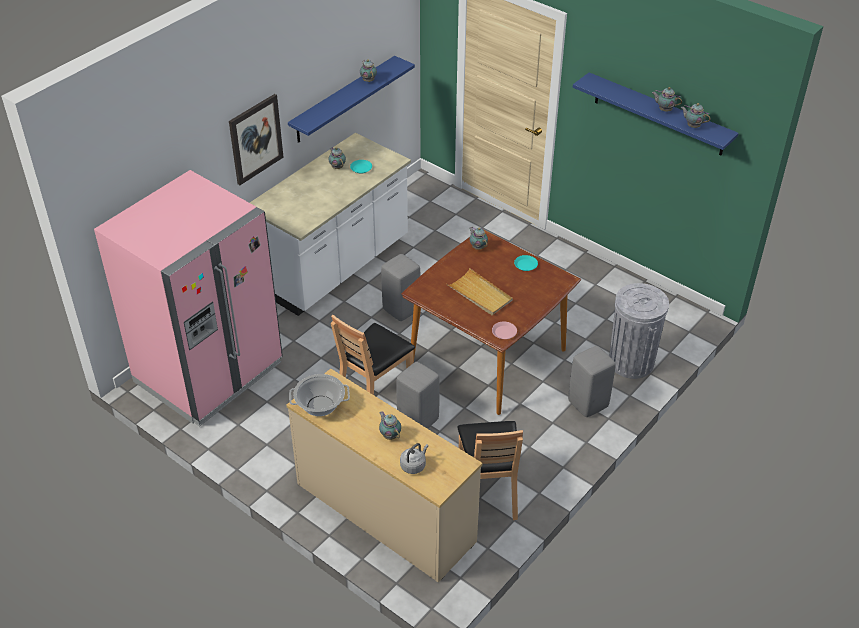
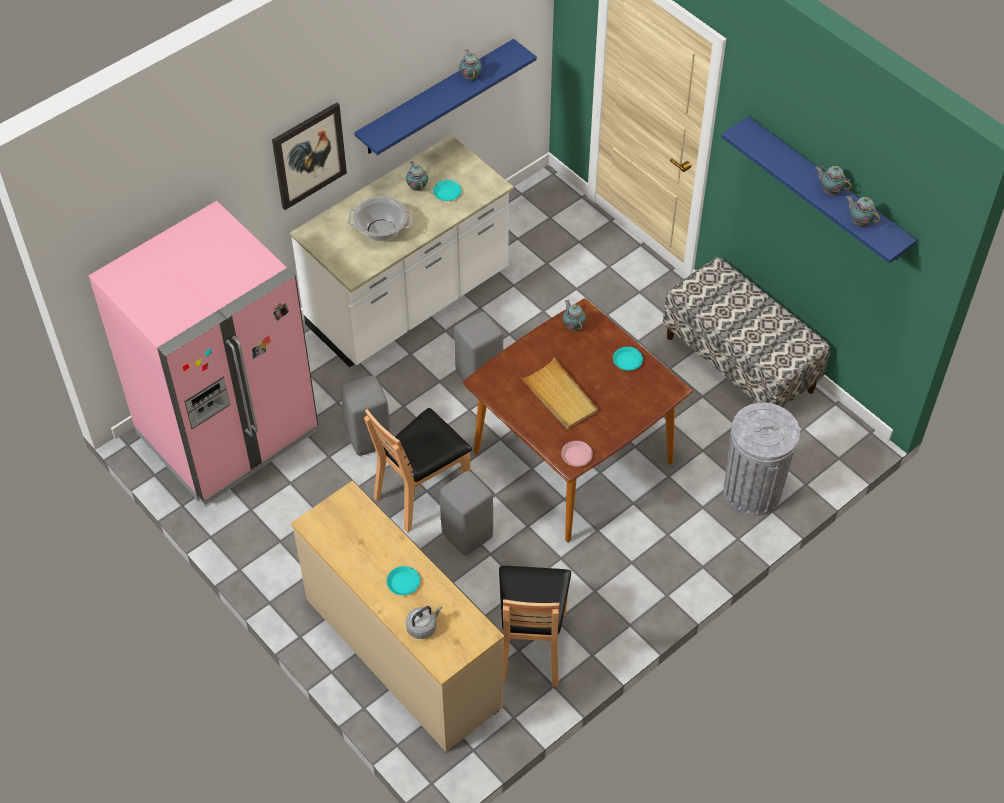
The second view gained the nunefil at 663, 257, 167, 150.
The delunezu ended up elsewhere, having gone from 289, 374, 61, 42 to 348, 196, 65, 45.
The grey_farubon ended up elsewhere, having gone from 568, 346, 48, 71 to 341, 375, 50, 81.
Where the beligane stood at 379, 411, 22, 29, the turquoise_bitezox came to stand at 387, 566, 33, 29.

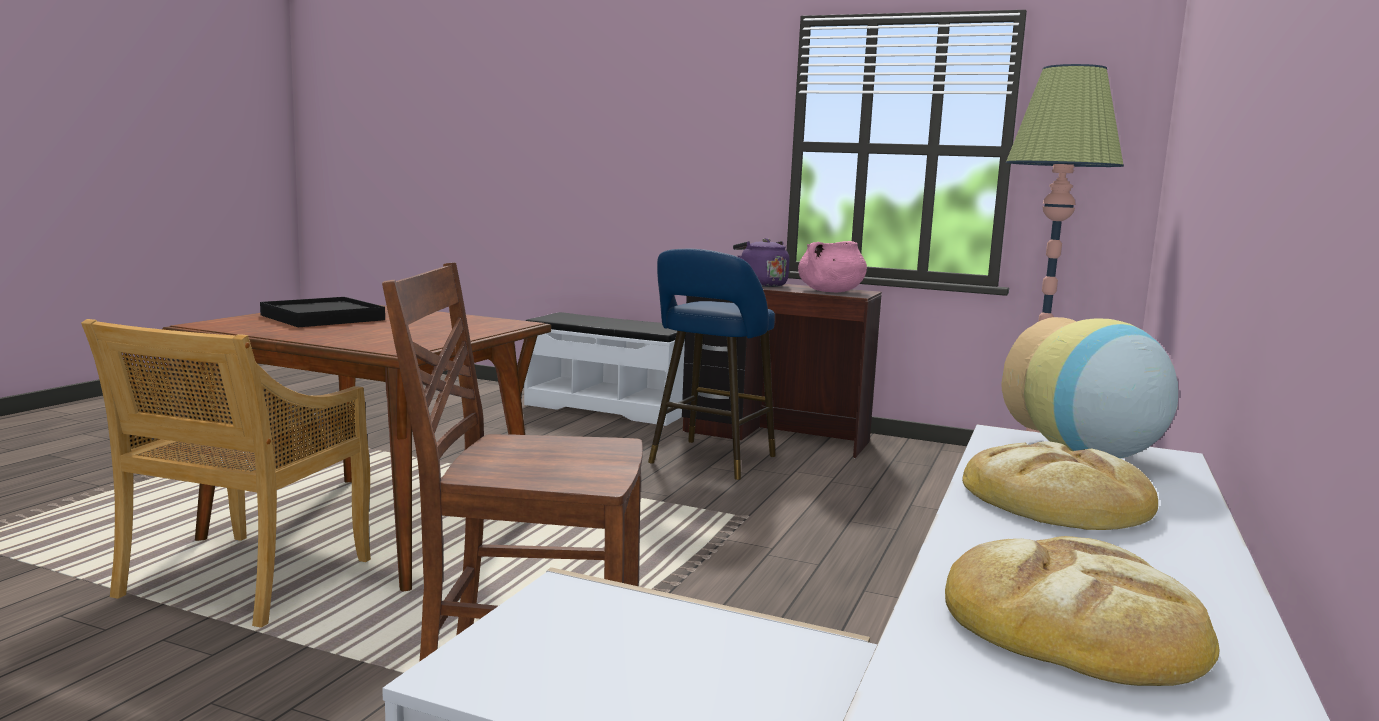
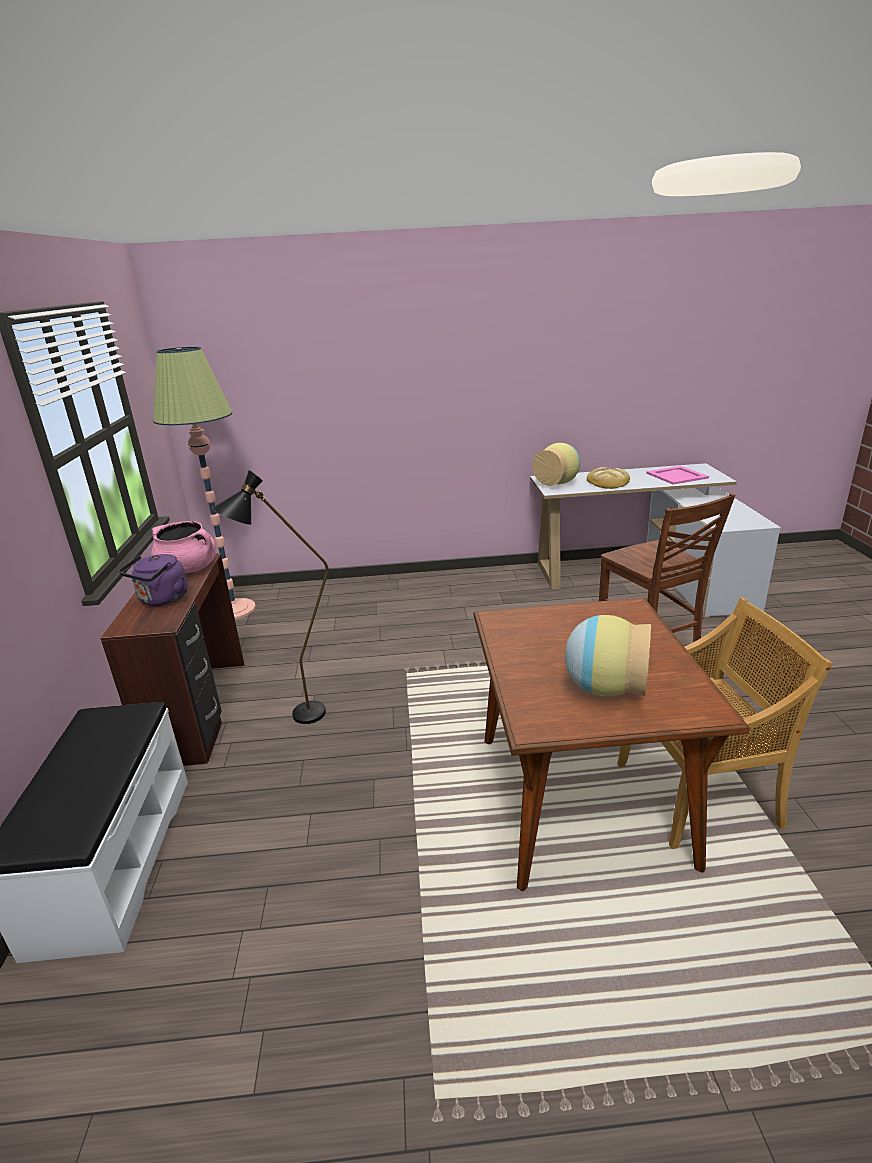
Where the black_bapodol stood at 260, 297, 125, 30, the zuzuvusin came to stand at 565, 615, 86, 82.
Where the blue_farubon stood at 648, 249, 128, 231, the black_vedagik came to stand at 212, 470, 117, 254.
Where the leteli stood at 945, 536, 275, 150, the pink_bapodol came to stand at 646, 466, 63, 19.

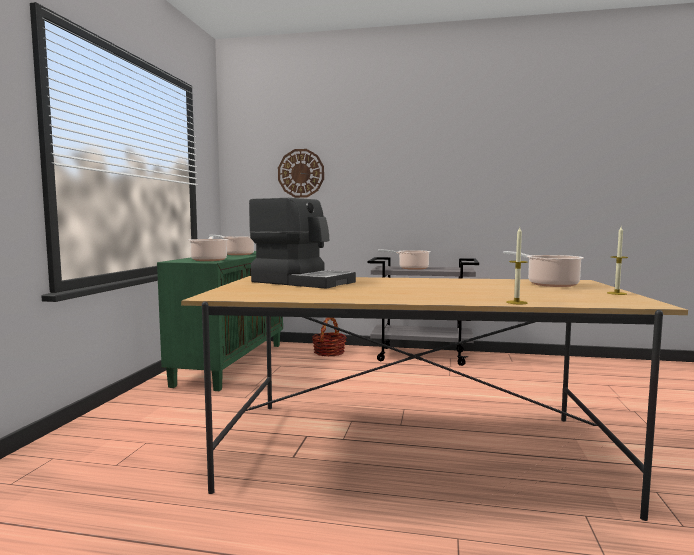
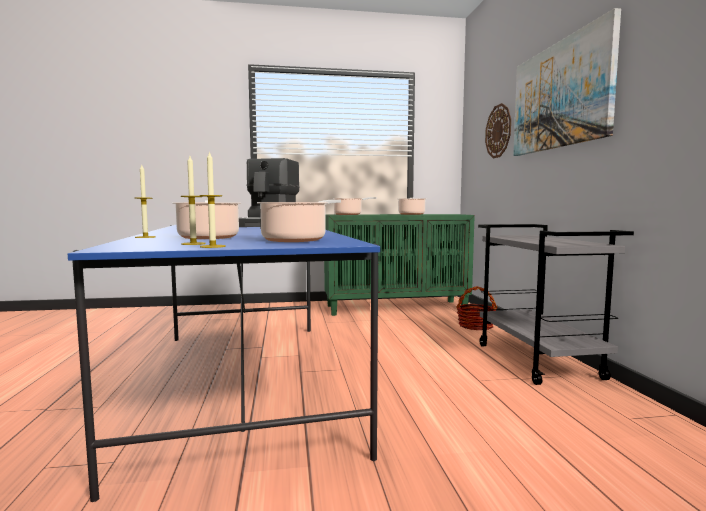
The second view gained the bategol at 181, 156, 25, 89.
The second view gained the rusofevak at 513, 8, 108, 148.
The delunezu ended up elsewhere, having gone from 378, 250, 53, 20 to 172, 200, 69, 39.
What was the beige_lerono at 181, 276, 507, 245 turned into the blue_lerono at 68, 225, 312, 277.

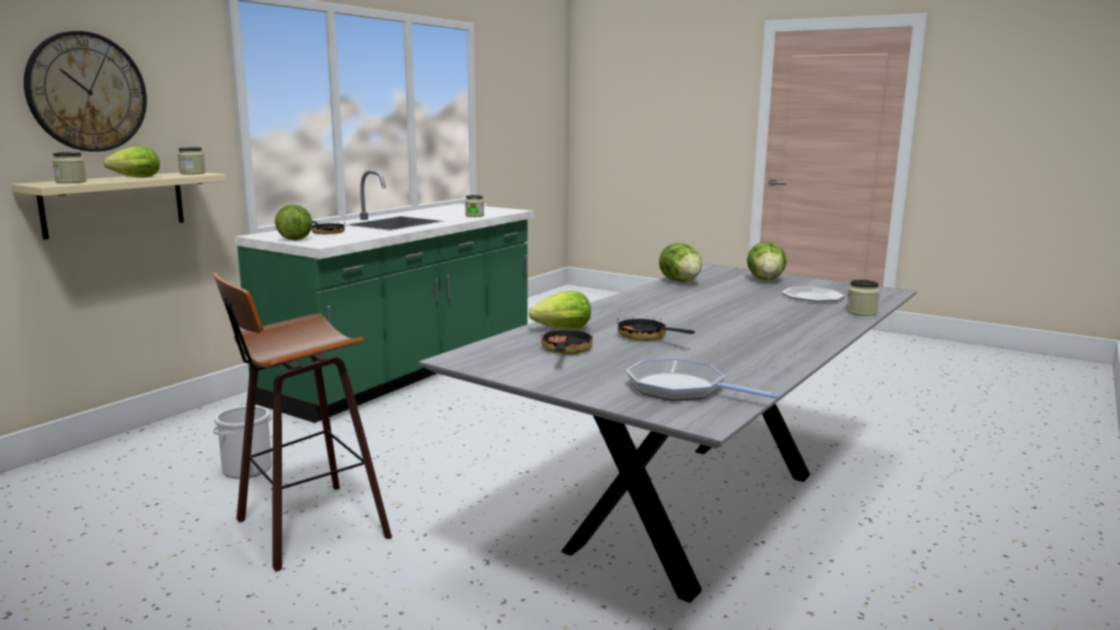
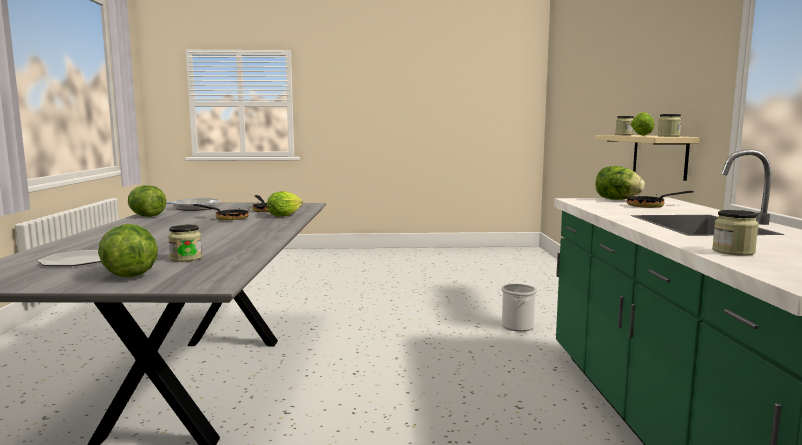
The second view lost the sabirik at 24, 31, 123, 121.
The second view lost the farubon at 213, 272, 179, 300.
The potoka ended up elsewhere, having gone from 659, 243, 43, 39 to 128, 185, 38, 32.
The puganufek ended up elsewhere, having gone from 846, 279, 34, 37 to 168, 225, 34, 37.

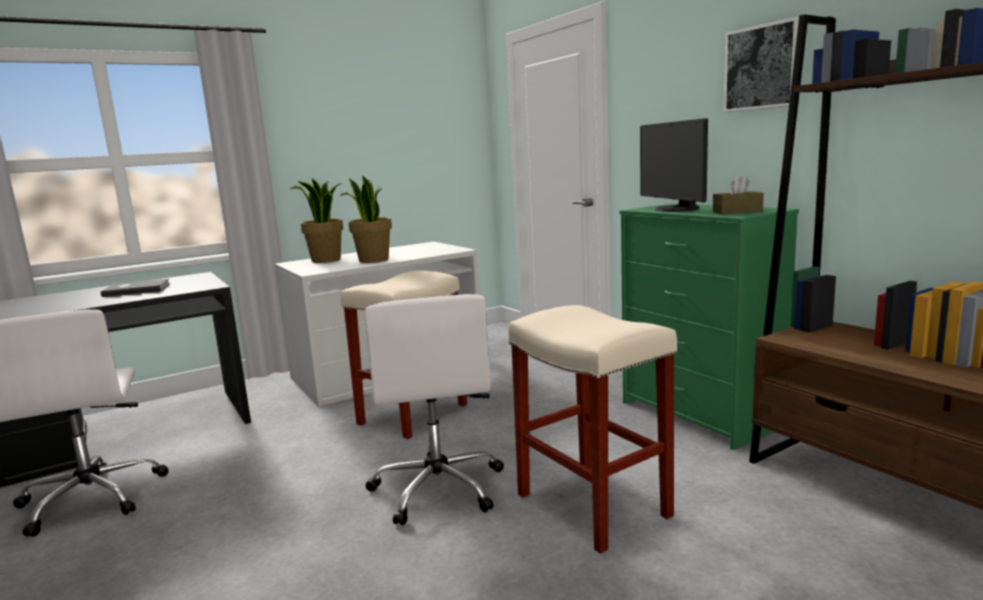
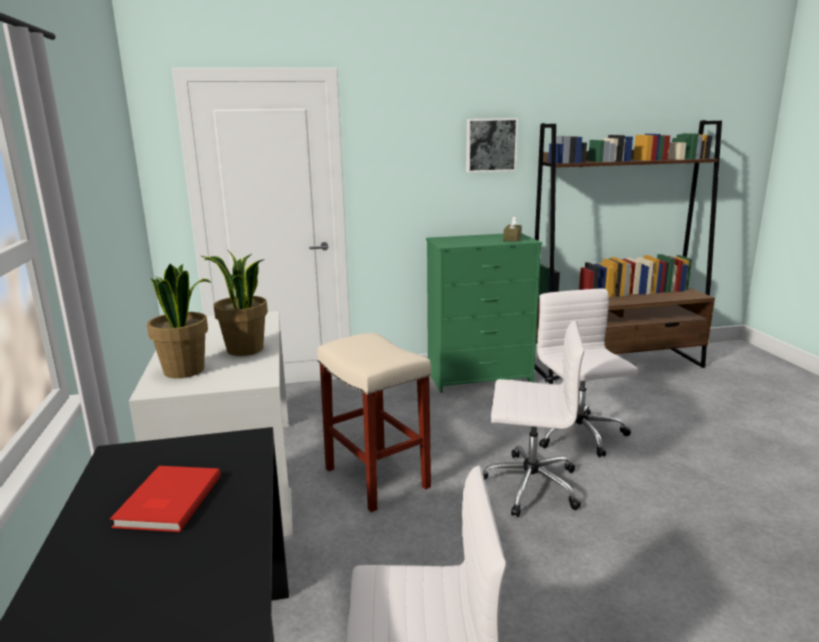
The second view lost the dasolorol at 640, 118, 68, 94.
Where the beige_farubon stood at 508, 305, 169, 249, the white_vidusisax came to stand at 537, 289, 101, 168.
What was the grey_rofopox at 101, 279, 69, 18 turned into the red_rofopox at 110, 466, 111, 66.

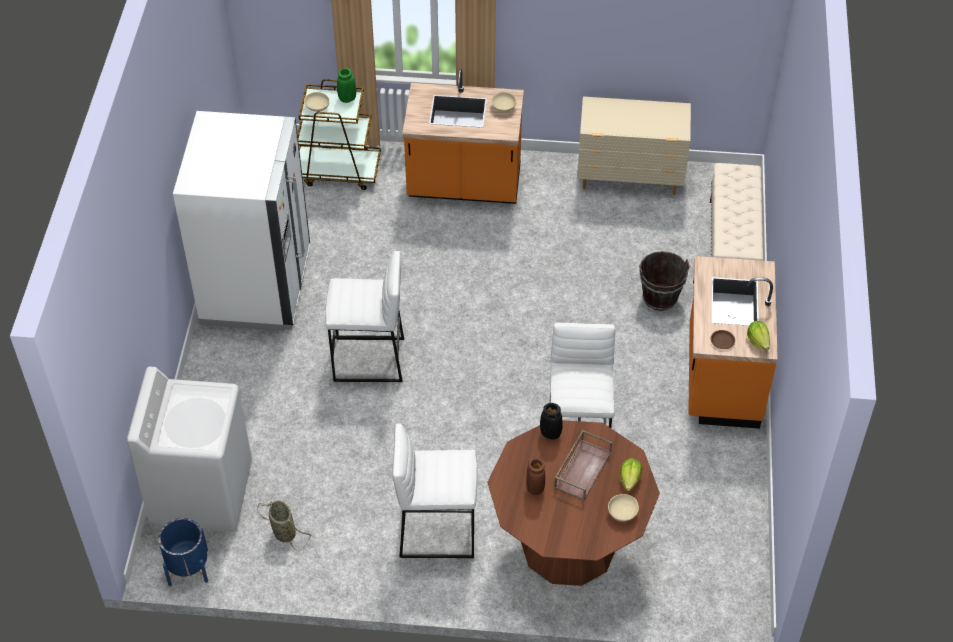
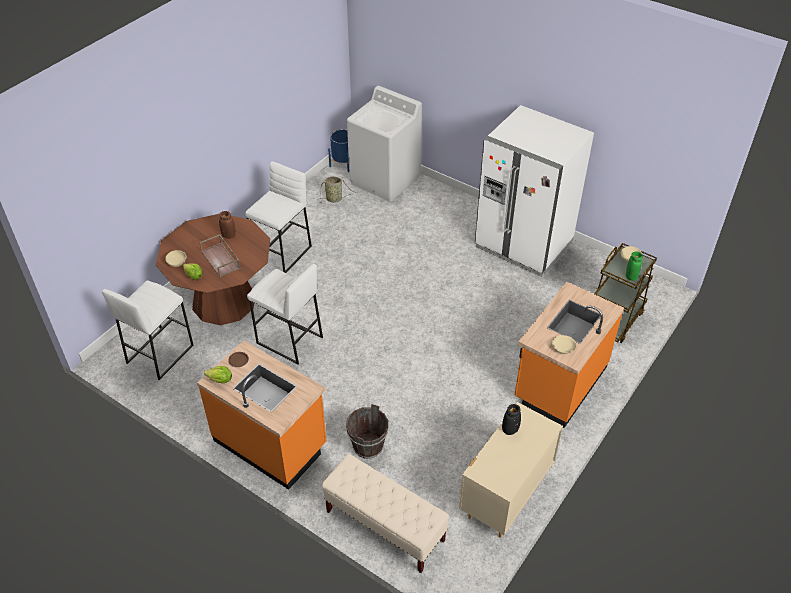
The white_farubon ended up elsewhere, having gone from 325, 251, 79, 131 to 102, 280, 92, 100.
The black_zuzuvusin ended up elsewhere, having gone from 540, 403, 23, 37 to 502, 404, 19, 31.

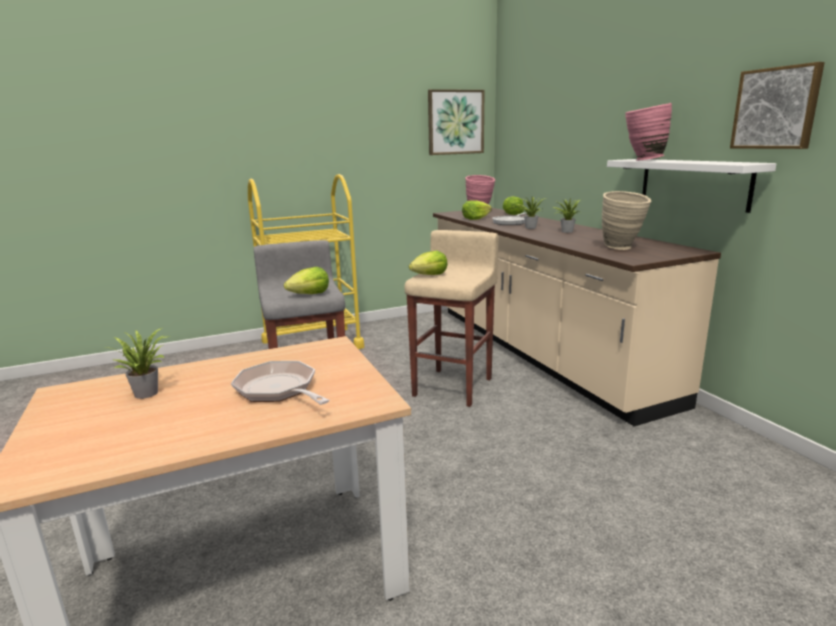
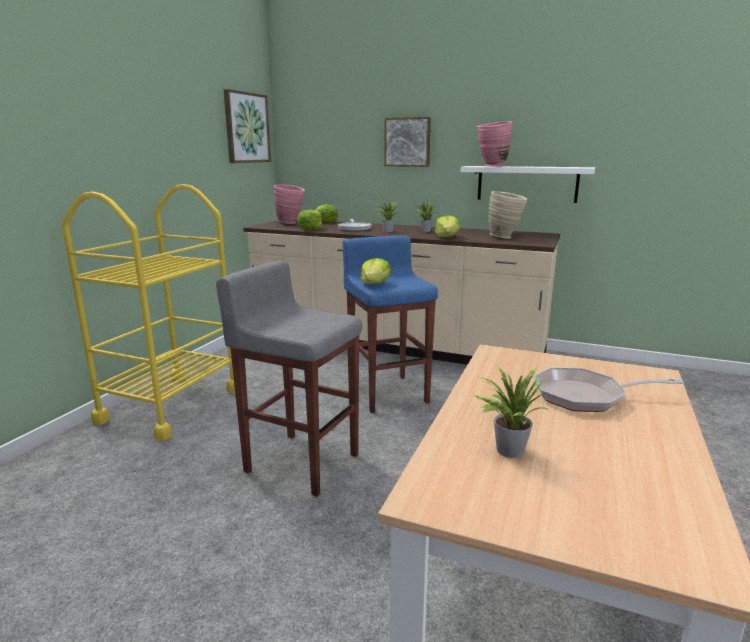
The potoka ended up elsewhere, having gone from 284, 267, 45, 27 to 435, 215, 25, 22.
The rusofevak ended up elsewhere, having gone from 730, 62, 95, 87 to 384, 117, 47, 50.
What was the beige_farubon at 404, 230, 95, 177 turned into the blue_farubon at 343, 235, 95, 178.

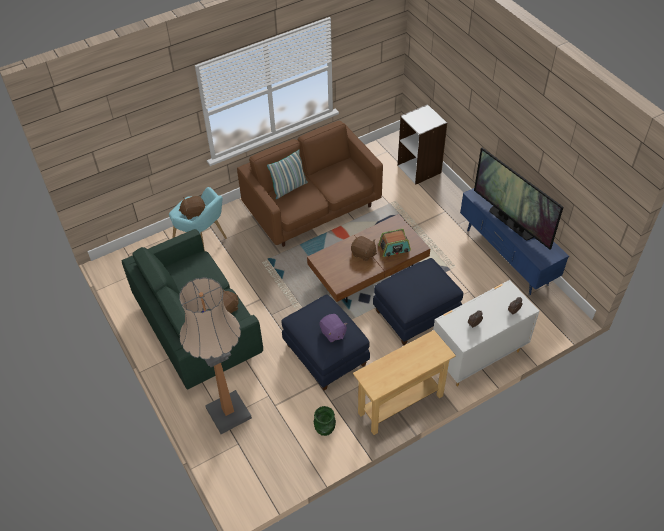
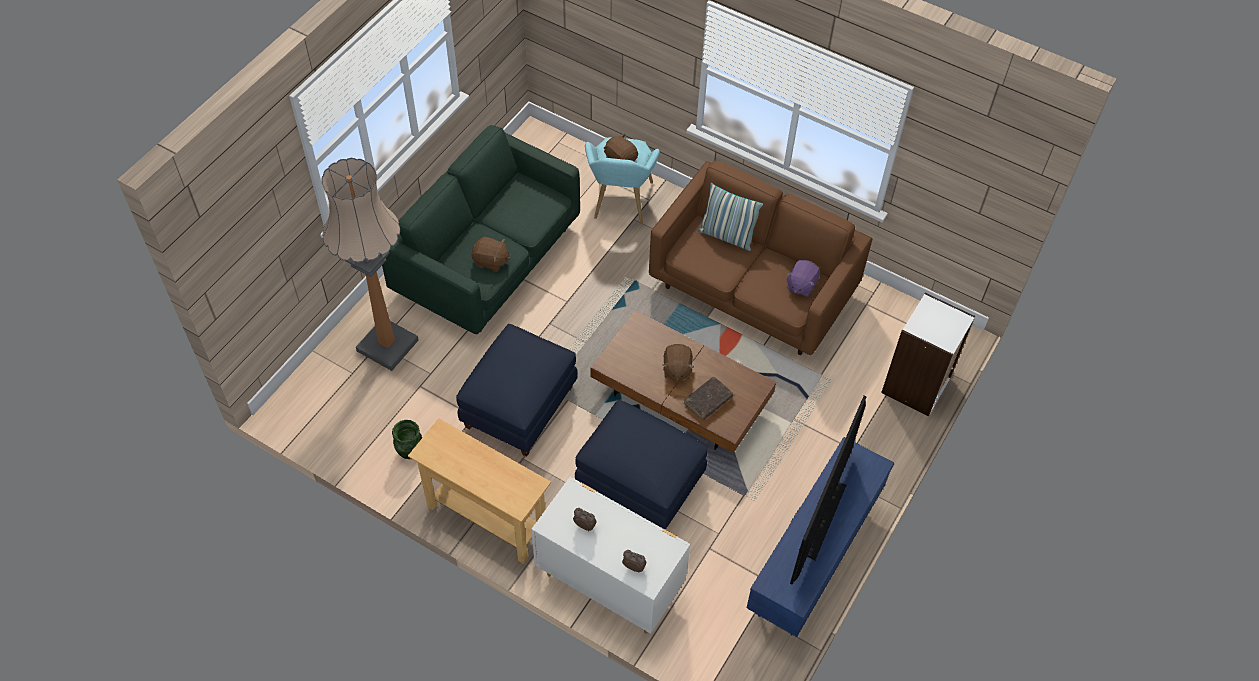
The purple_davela ended up elsewhere, having gone from 319, 314, 28, 28 to 786, 260, 34, 37.
Where the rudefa stood at 378, 229, 33, 28, the brown_rofopox came to stand at 684, 377, 49, 43.

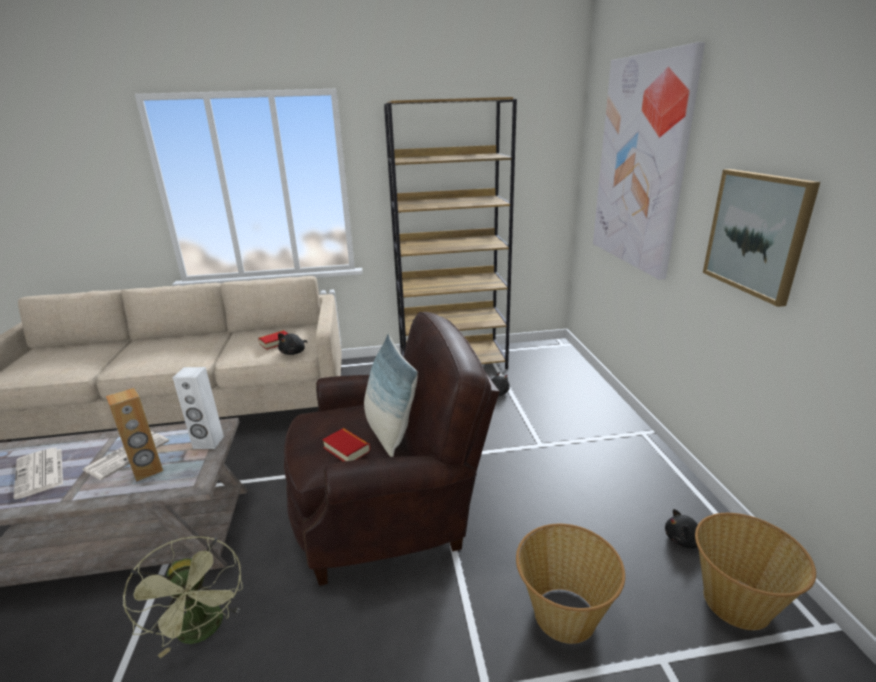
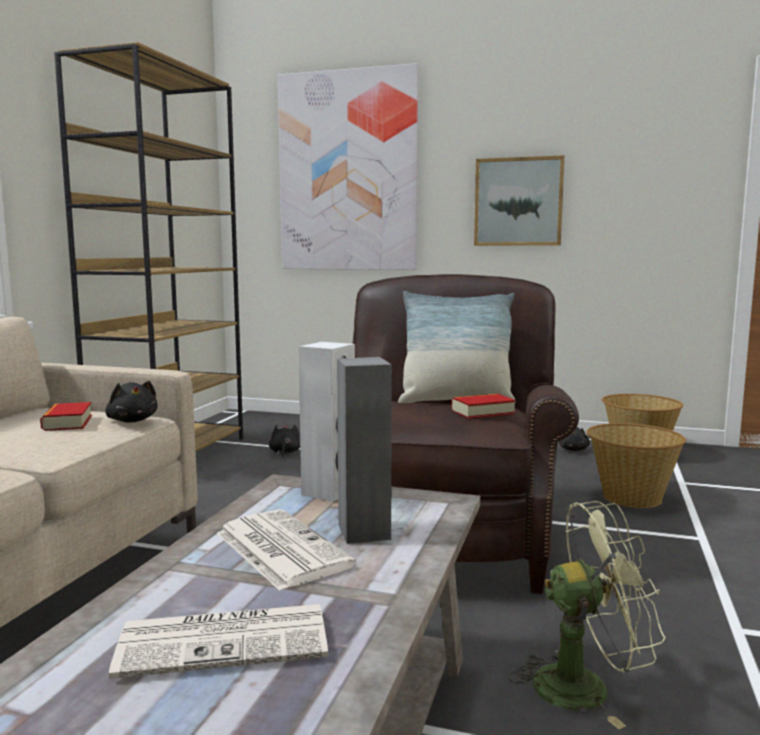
What was the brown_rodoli at 106, 388, 57, 94 turned into the grey_rodoli at 337, 357, 55, 187.

